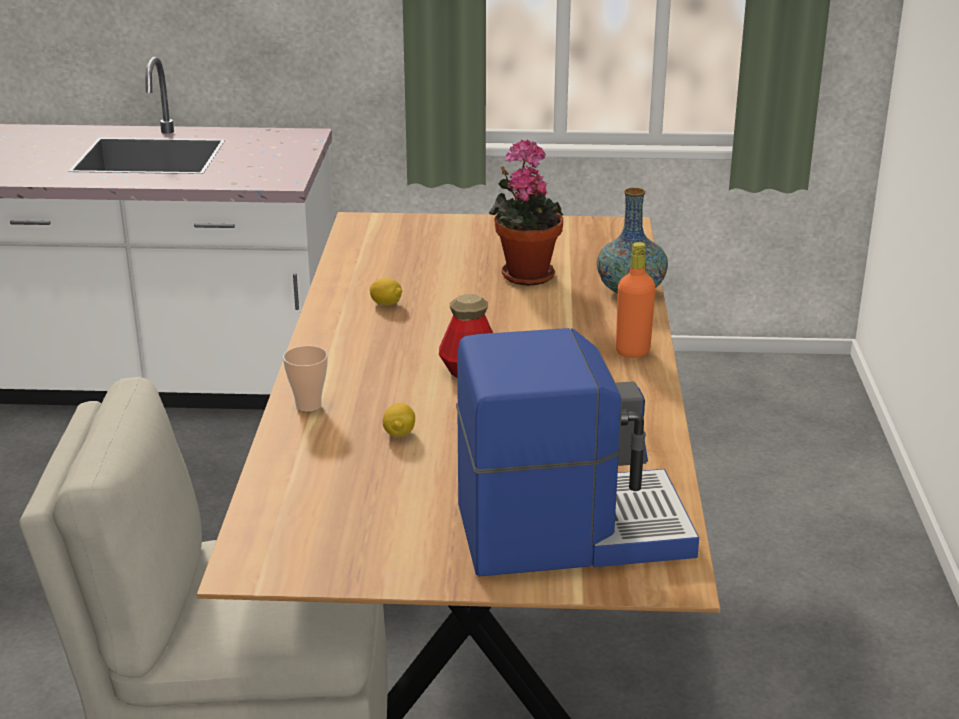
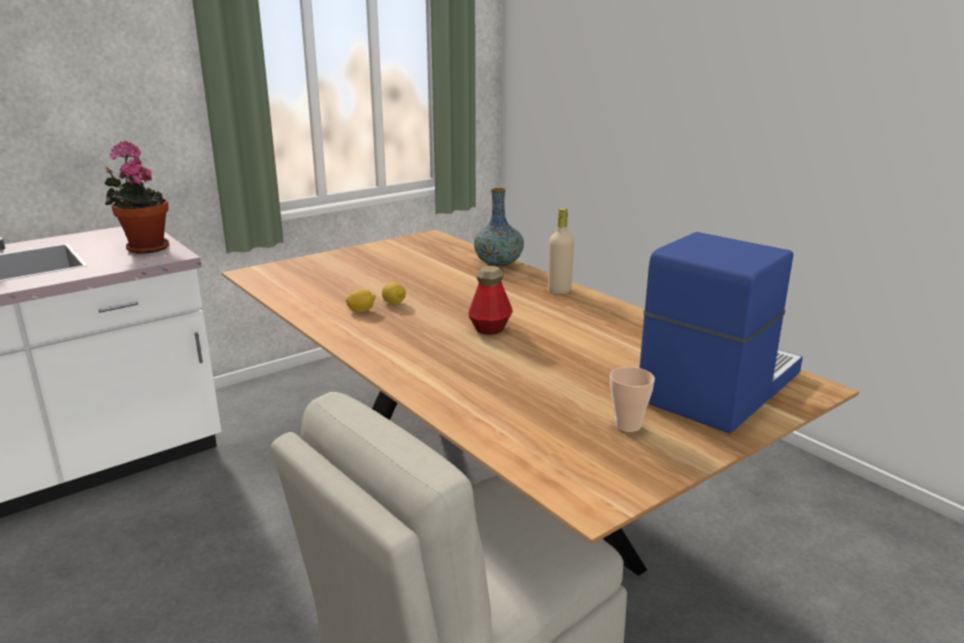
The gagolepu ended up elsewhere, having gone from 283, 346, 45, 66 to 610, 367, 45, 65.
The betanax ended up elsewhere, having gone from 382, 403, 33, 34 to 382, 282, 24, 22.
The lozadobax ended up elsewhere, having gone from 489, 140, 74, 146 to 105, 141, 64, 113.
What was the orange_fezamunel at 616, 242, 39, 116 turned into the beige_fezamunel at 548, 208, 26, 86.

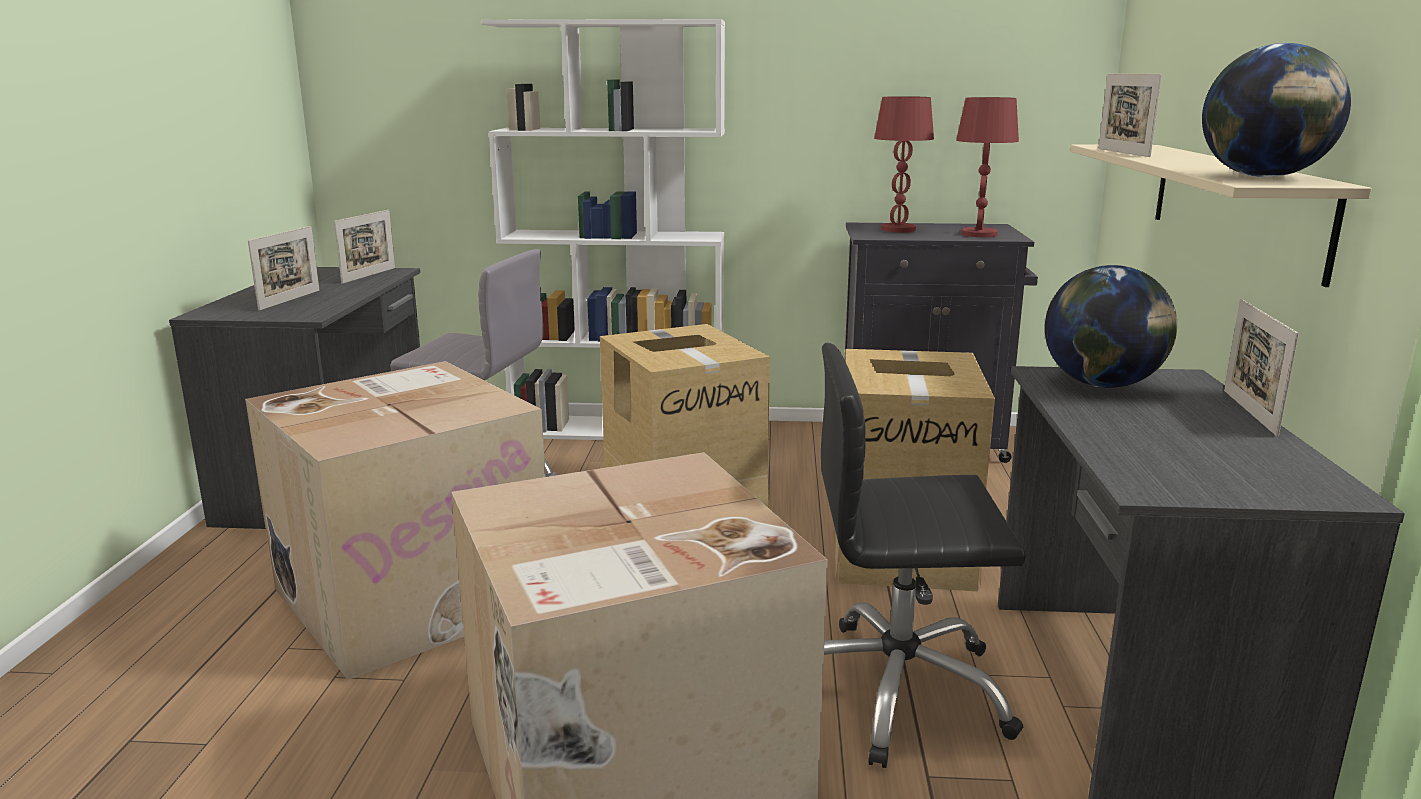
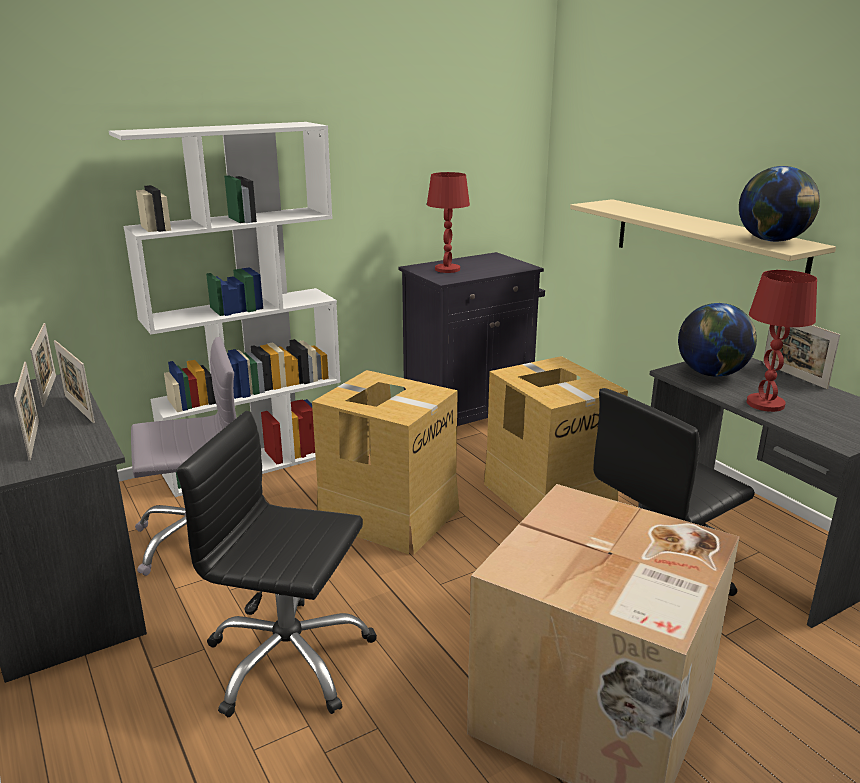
The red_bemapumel ended up elsewhere, having gone from 956, 97, 63, 140 to 747, 270, 70, 142.
The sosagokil ended up elsewhere, having gone from 1099, 73, 63, 84 to 54, 340, 41, 83.
Where the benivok stood at 245, 361, 300, 319, the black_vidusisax came to stand at 176, 411, 201, 306.

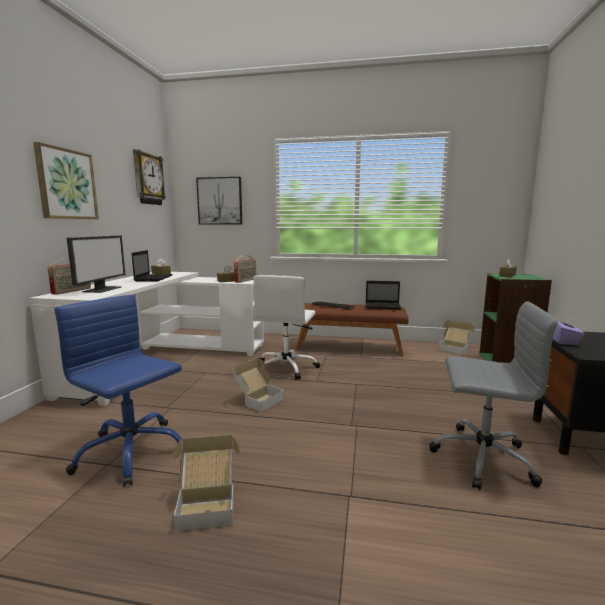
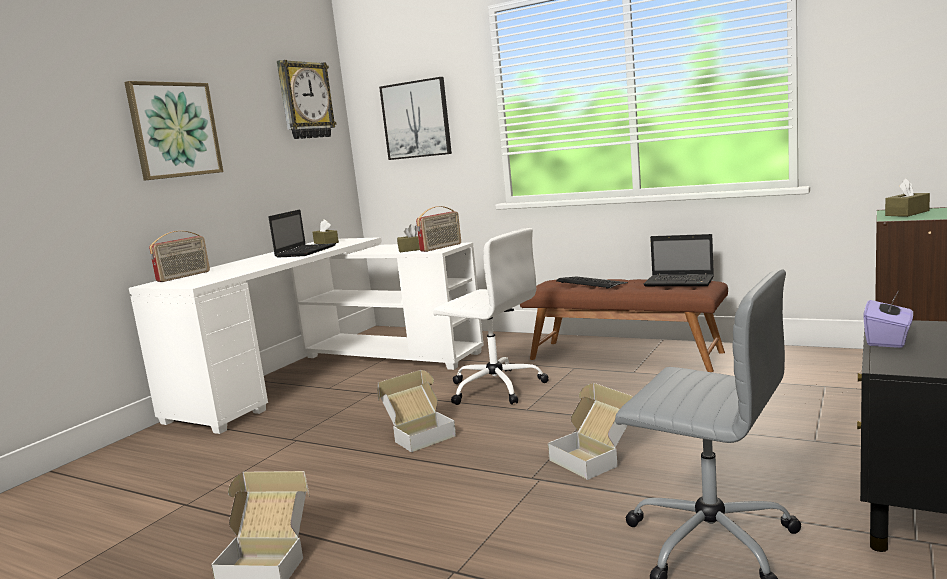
The second view lost the blue_vidusisax at 54, 295, 128, 192.
The second view lost the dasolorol at 67, 236, 58, 57.
The benivok ended up elsewhere, having gone from 438, 320, 36, 35 to 548, 383, 86, 97.
The white_vidusisax at 253, 275, 67, 105 ended up facing another way, 90 degrees counterclockwise from before.

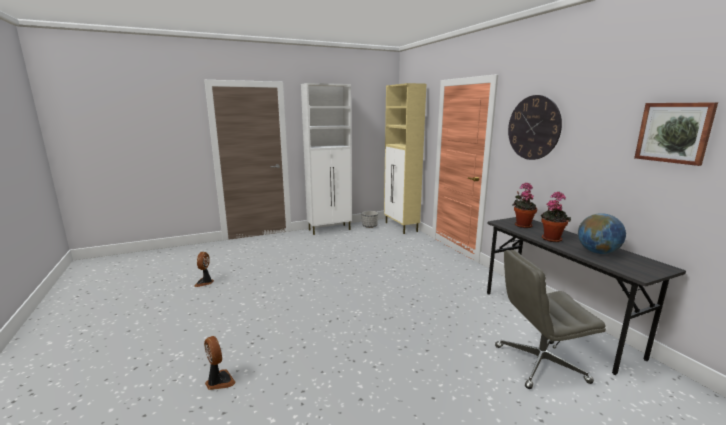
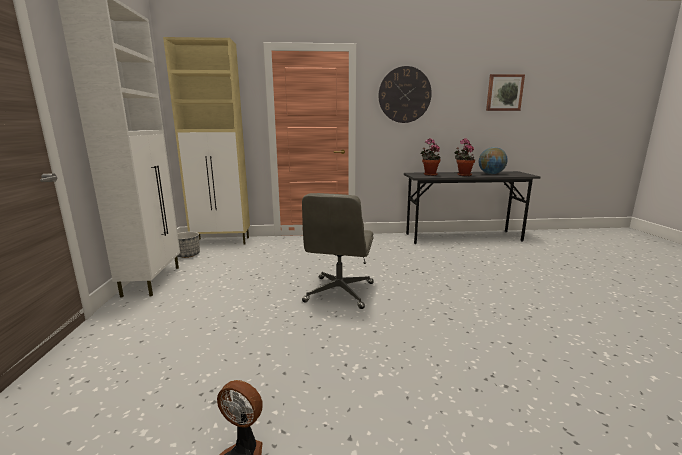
The second view lost the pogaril at 204, 336, 32, 54.
The grey_vidusisax ended up elsewhere, having gone from 495, 250, 111, 139 to 302, 193, 72, 116.

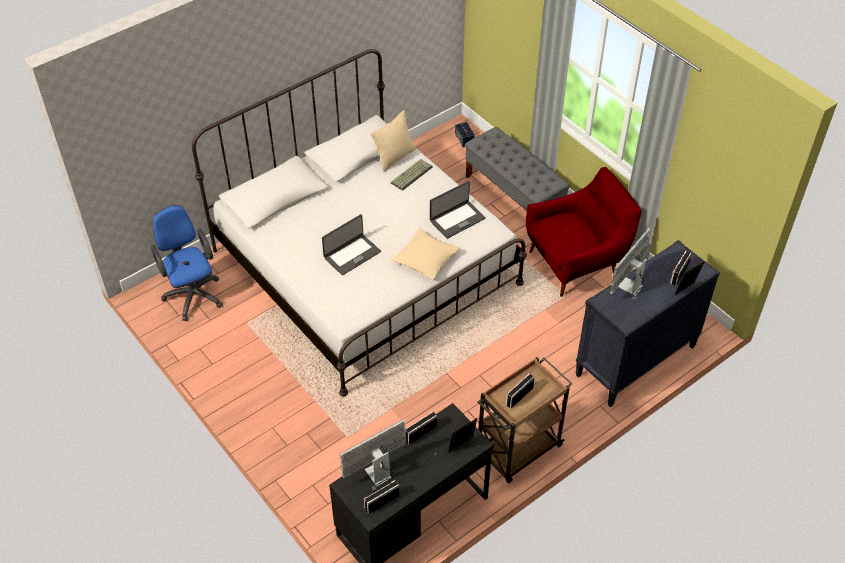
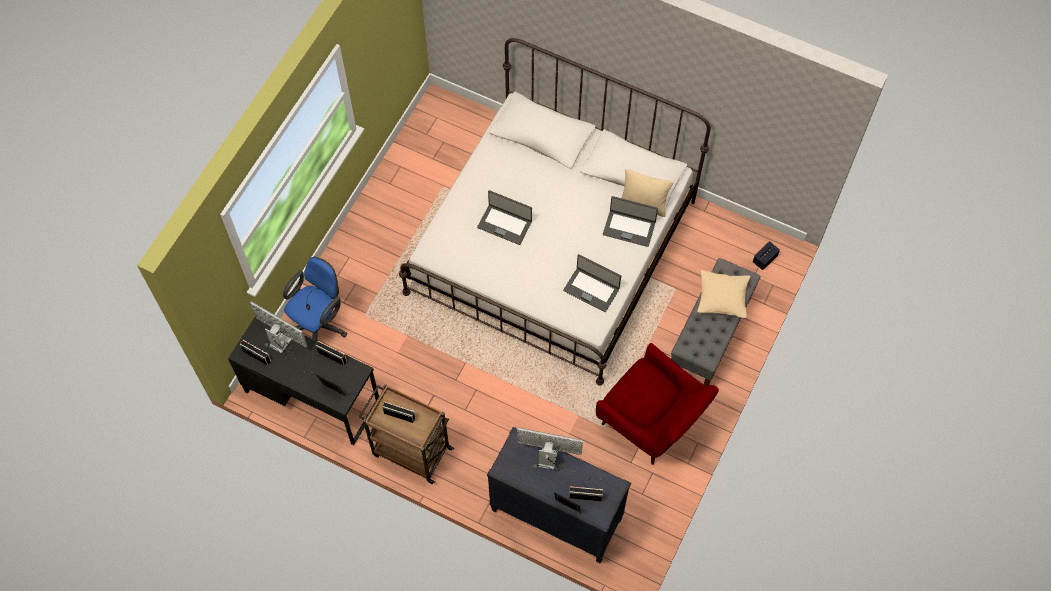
The blue_vidusisax ended up elsewhere, having gone from 151, 205, 72, 116 to 283, 257, 64, 84.
The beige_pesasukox ended up elsewhere, having gone from 392, 228, 68, 52 to 697, 270, 53, 48.
Where the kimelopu stood at 391, 159, 42, 32, the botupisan came to stand at 603, 196, 55, 51.

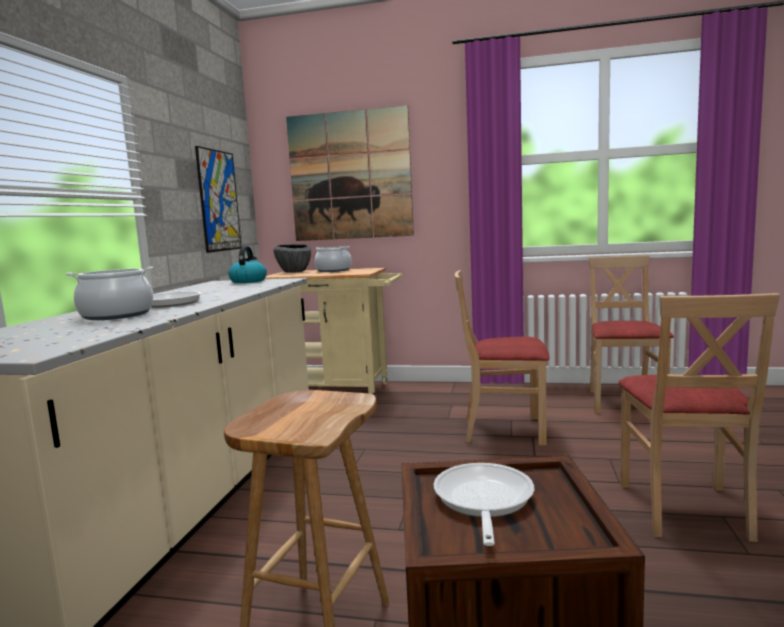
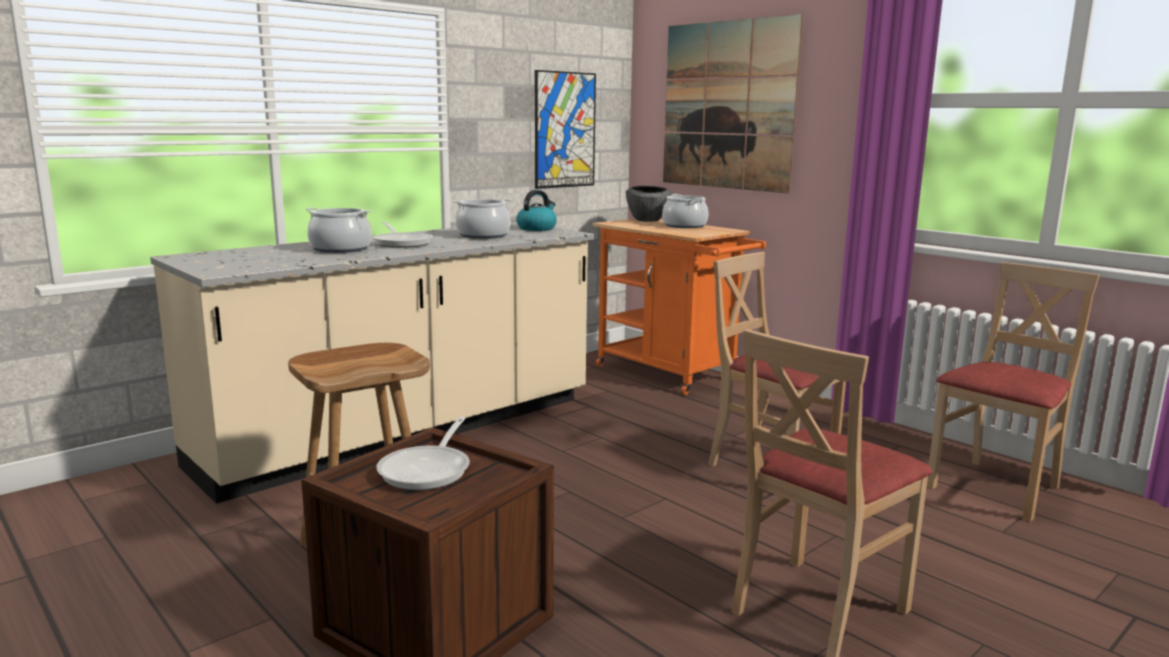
The second view gained the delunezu at 453, 199, 59, 40.
What was the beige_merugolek at 265, 268, 137, 128 turned into the orange_merugolek at 592, 219, 174, 176.
The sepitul at 434, 463, 100, 83 ended up facing another way, 150 degrees clockwise from before.

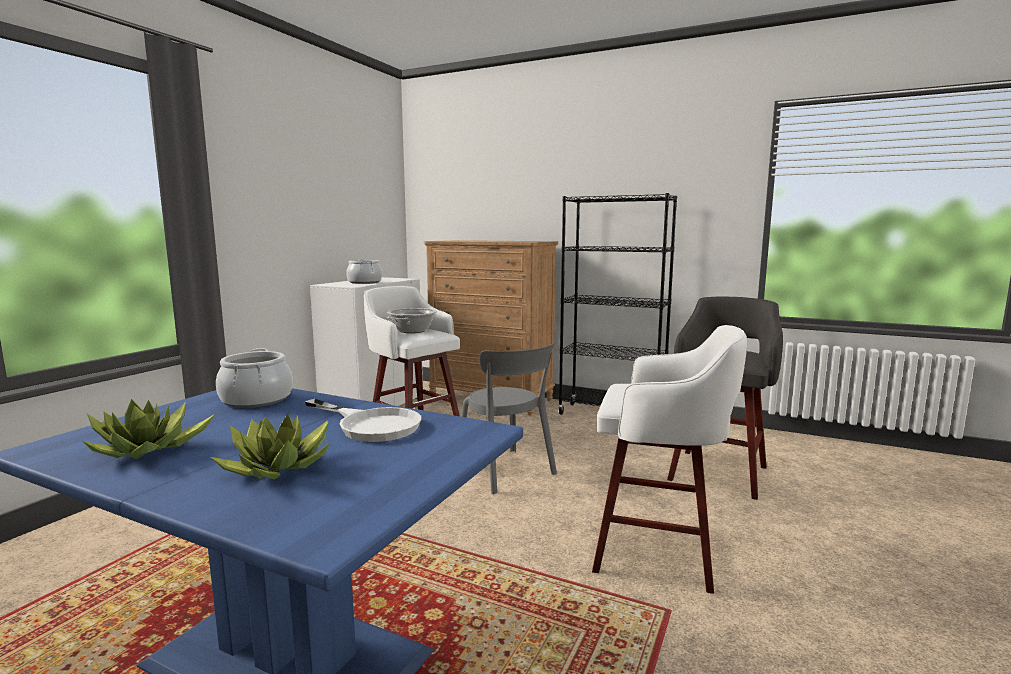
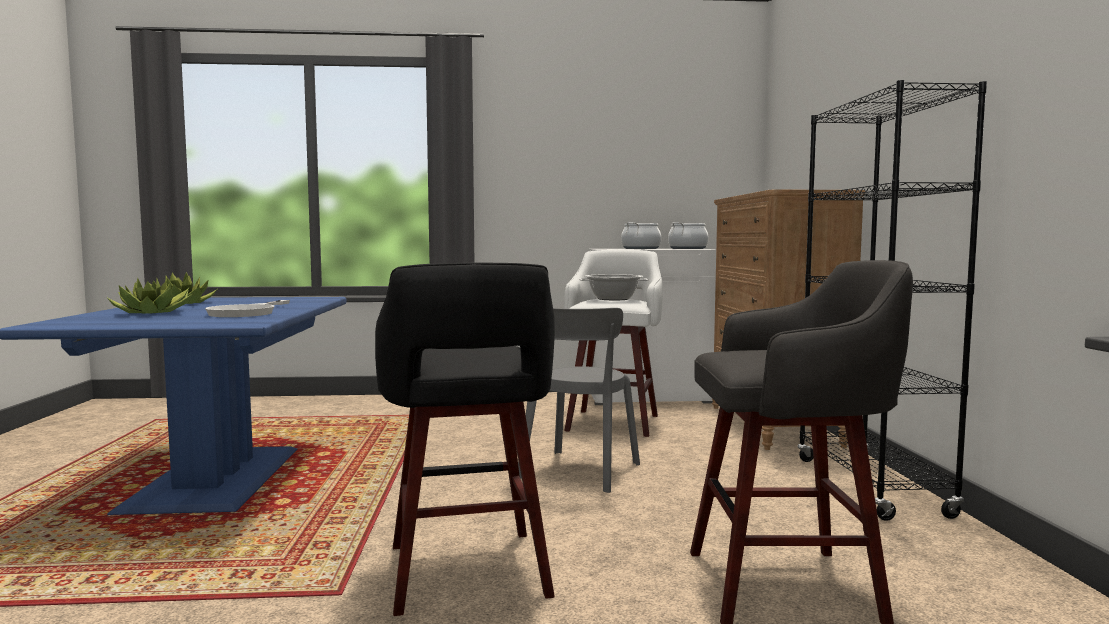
The delunezu ended up elsewhere, having gone from 216, 348, 77, 60 to 668, 222, 41, 27.
What was the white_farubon at 592, 325, 155, 269 turned into the black_farubon at 375, 263, 180, 353.

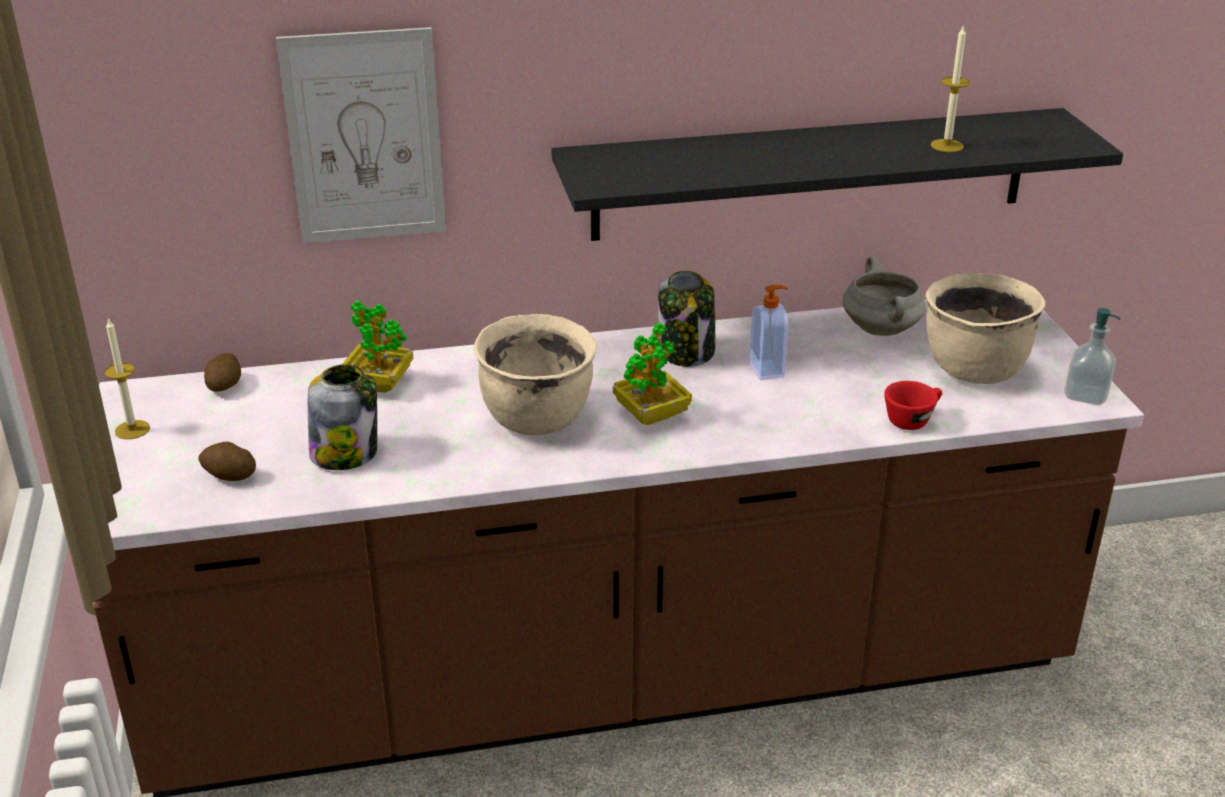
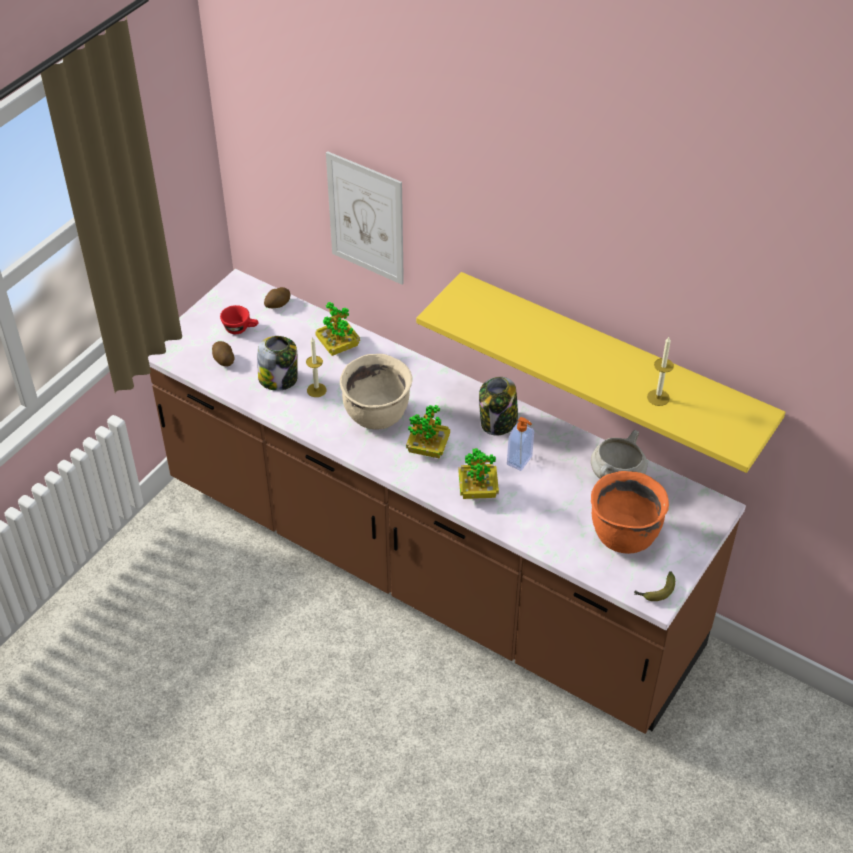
The second view gained the lozadobax at 458, 448, 41, 51.
The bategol ended up elsewhere, having gone from 104, 318, 46, 121 to 306, 337, 20, 60.
The red_gagolepu ended up elsewhere, having gone from 884, 381, 58, 49 to 220, 305, 39, 29.
Where the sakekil stood at 1064, 308, 56, 97, the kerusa came to stand at 634, 571, 41, 30.
What was the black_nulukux at 552, 108, 571, 133 turned into the yellow_nulukux at 416, 272, 369, 201.
What was the beige_delunezu at 926, 273, 120, 111 turned into the orange_delunezu at 591, 471, 78, 83.

